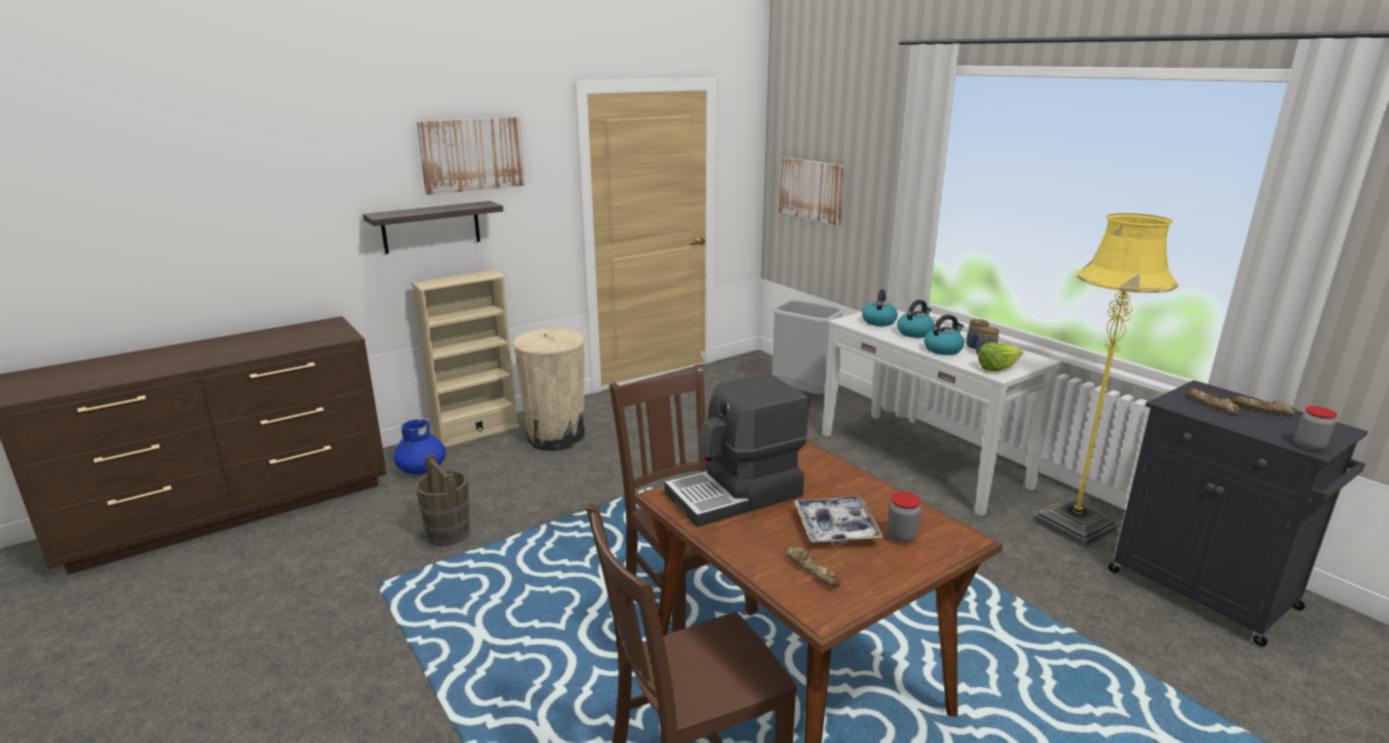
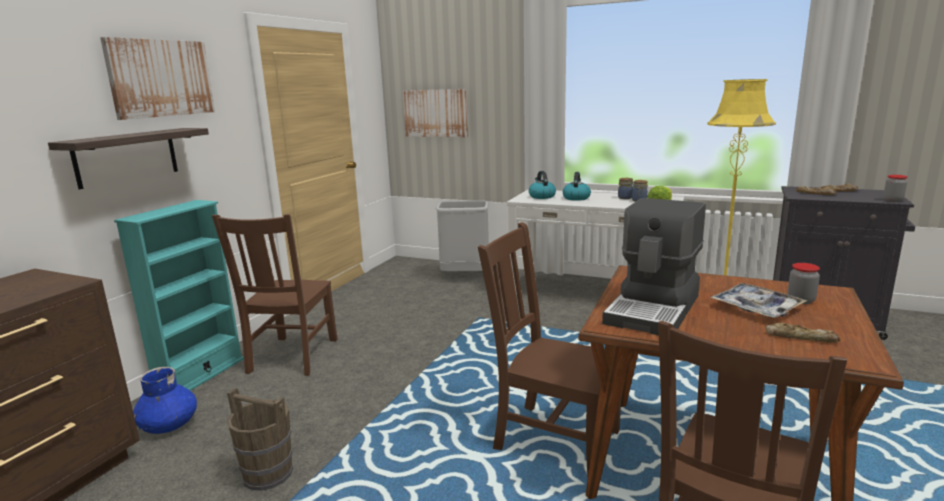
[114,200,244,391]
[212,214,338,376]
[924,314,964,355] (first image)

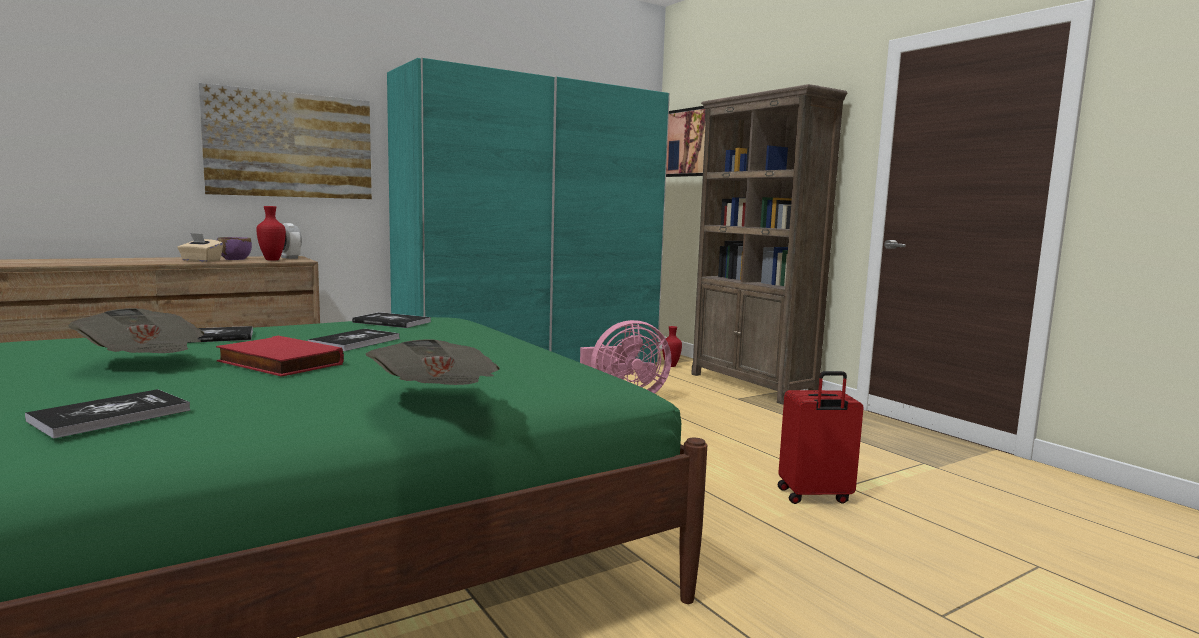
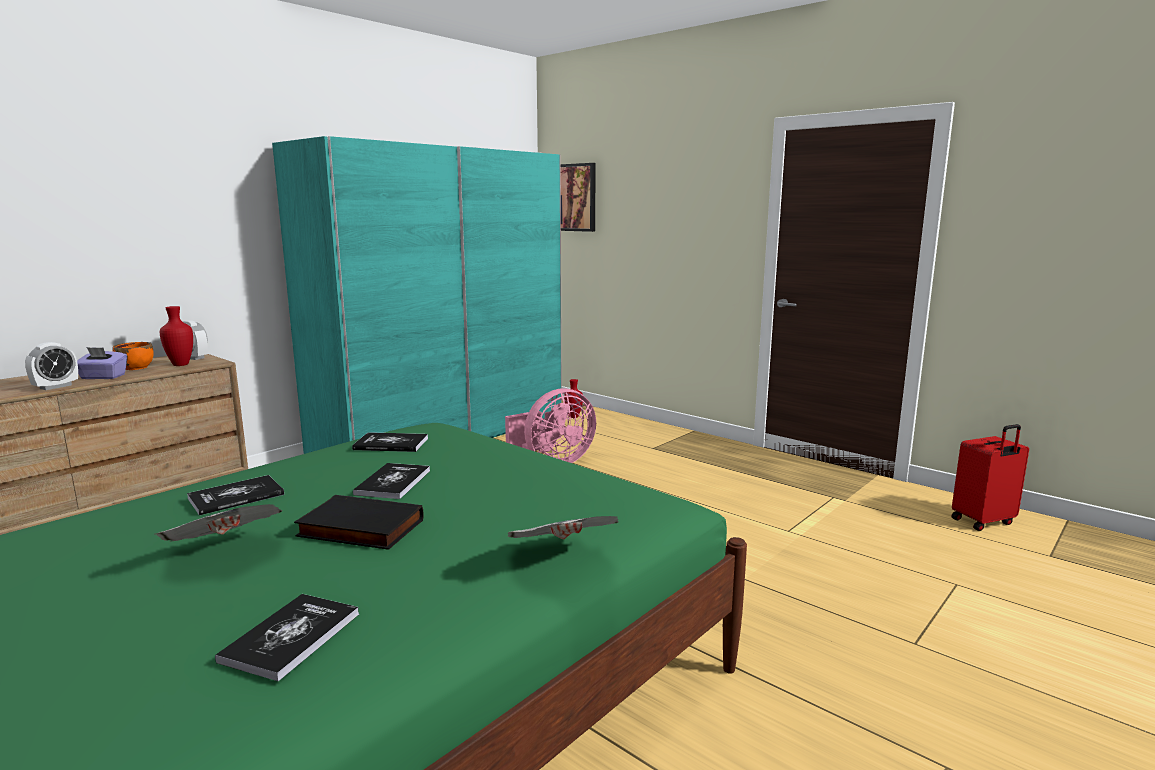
[77,347,127,379]
[199,83,372,199] (first image)
[294,495,424,550]
[112,342,154,370]
[691,84,848,405] (first image)
[951,424,1029,531]
[25,342,78,390]

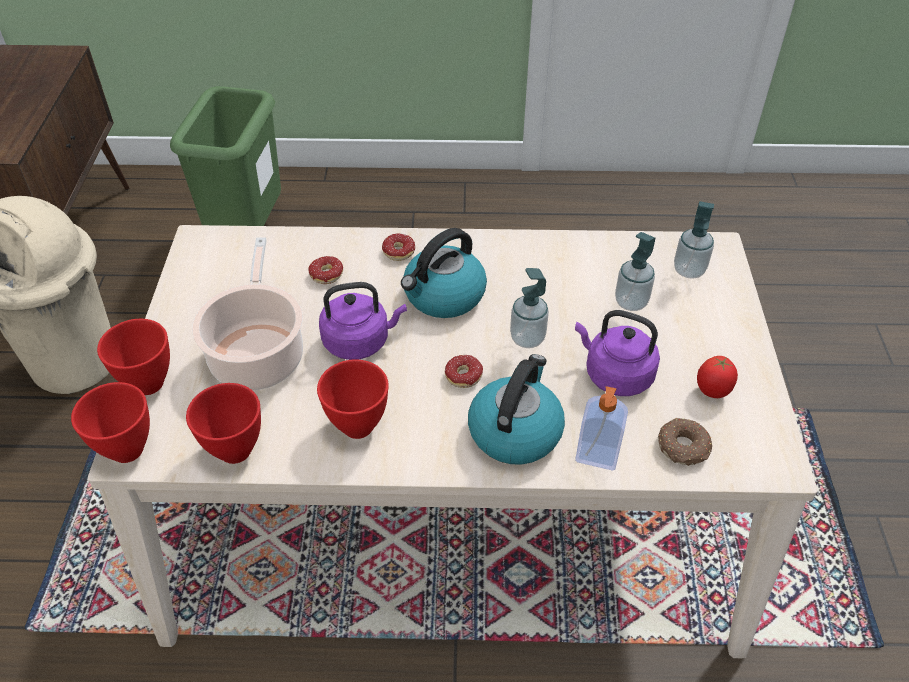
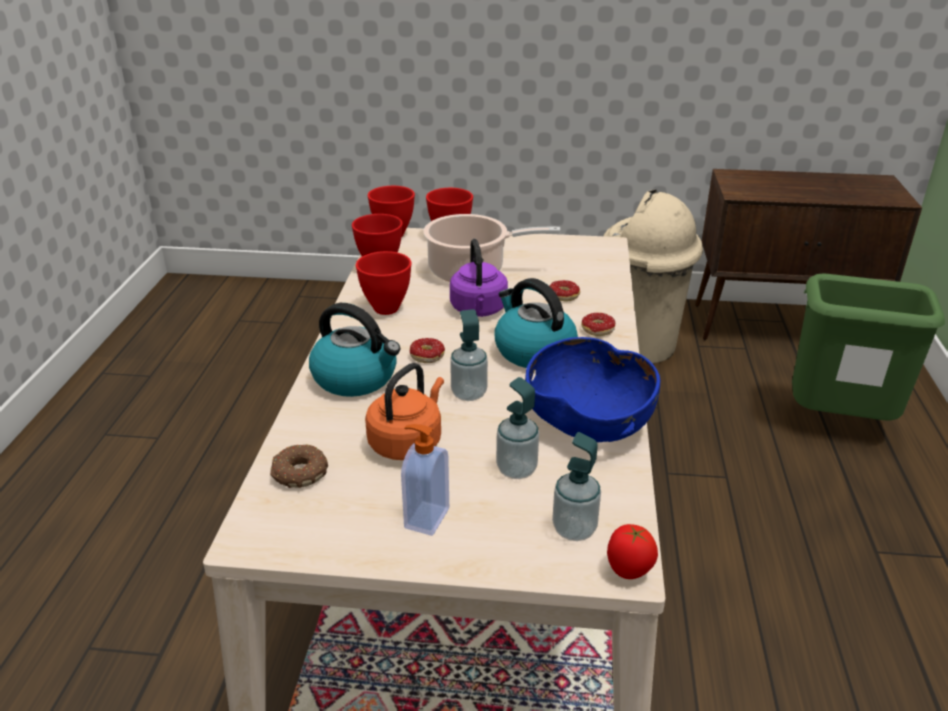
[365,363,444,460]
[401,424,449,536]
[607,524,658,579]
[525,337,660,442]

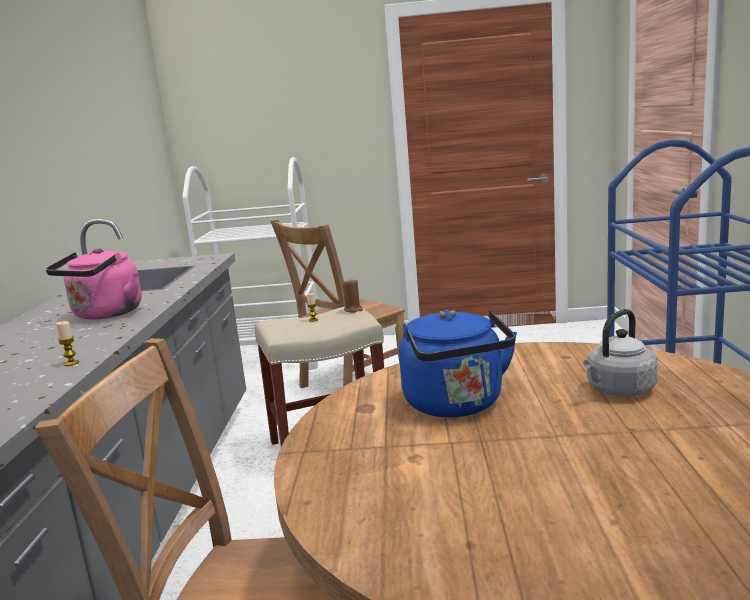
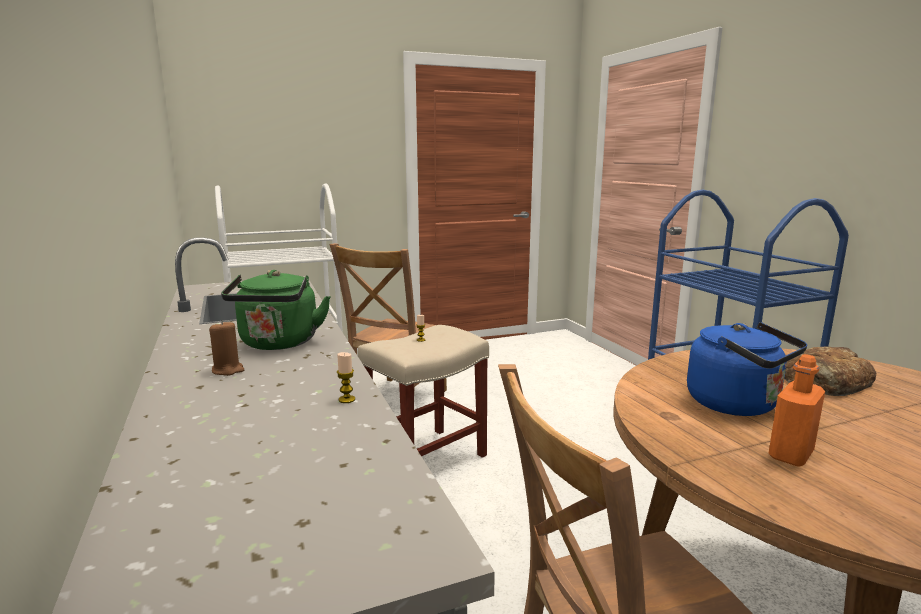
[221,270,331,350]
[209,320,244,376]
[784,346,876,396]
[768,354,825,467]

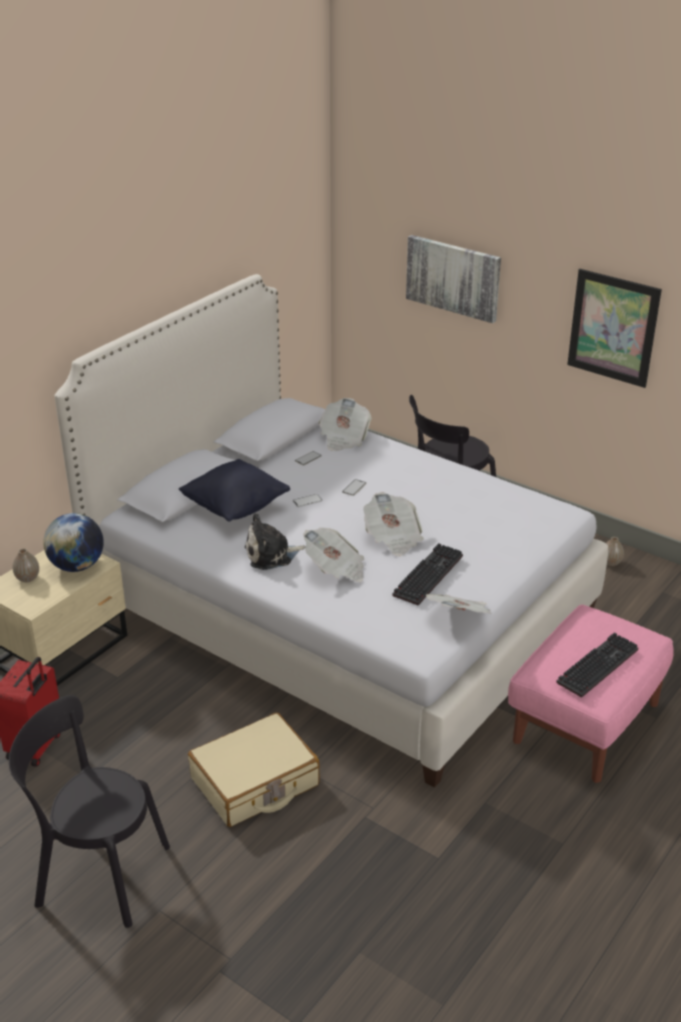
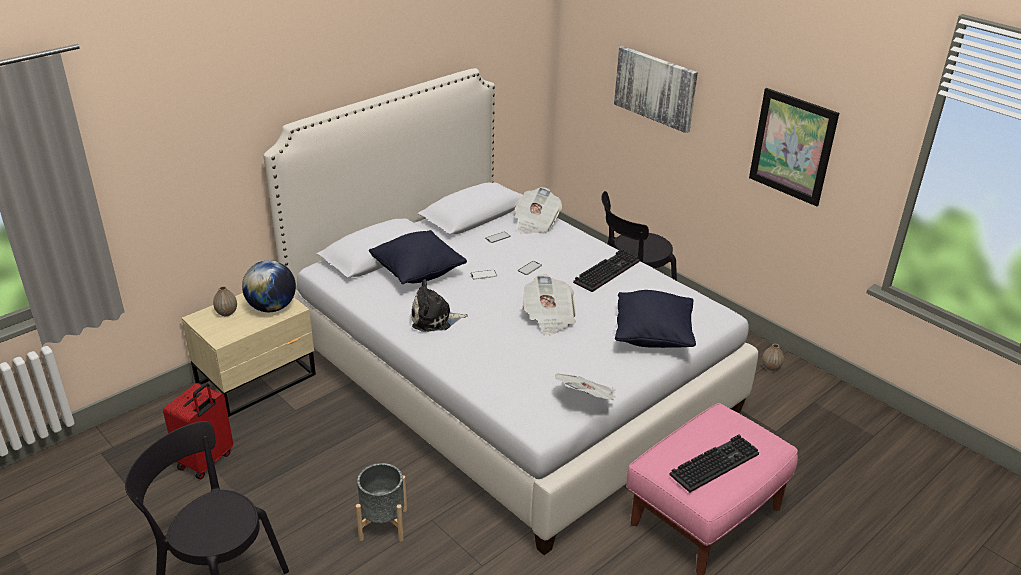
[356,463,407,541]
[303,528,364,582] (first image)
[573,249,640,292]
[615,290,696,348]

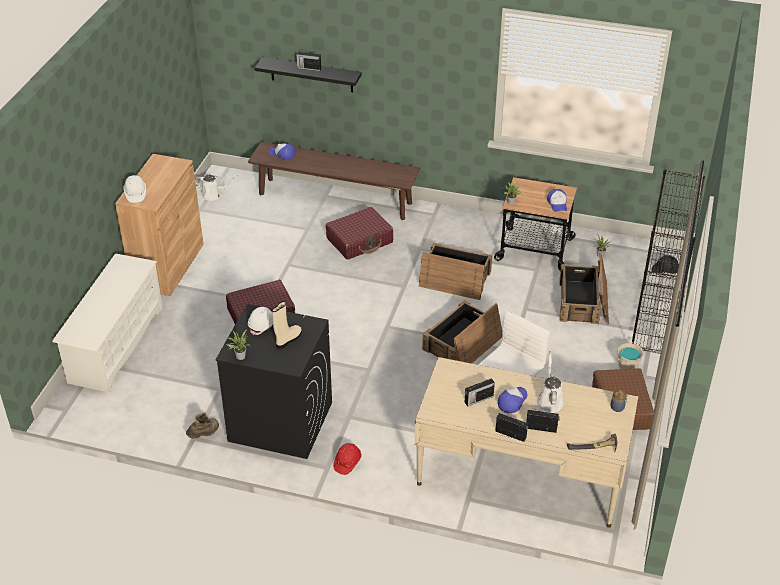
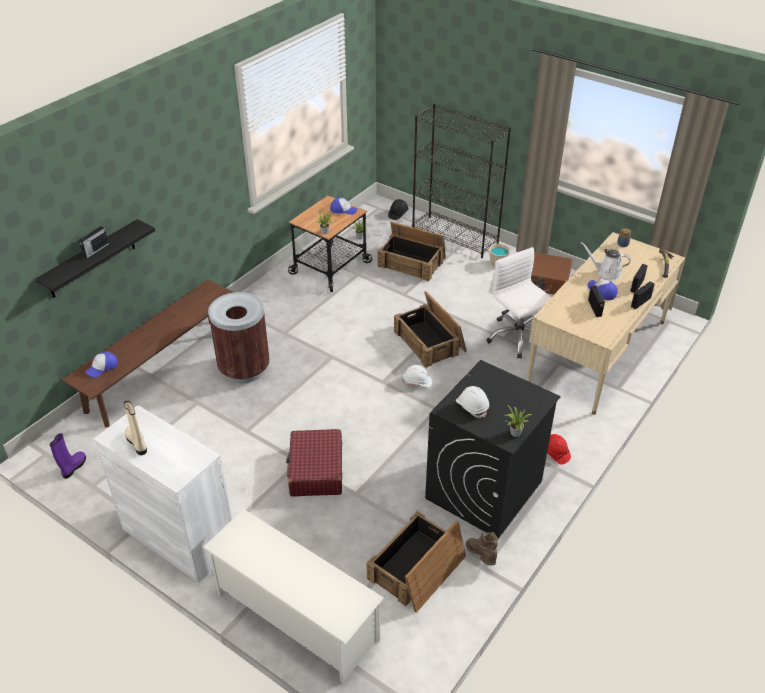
[94,405,232,583]
[403,365,432,387]
[50,433,86,479]
[124,401,147,455]
[208,292,270,383]
[366,511,466,613]

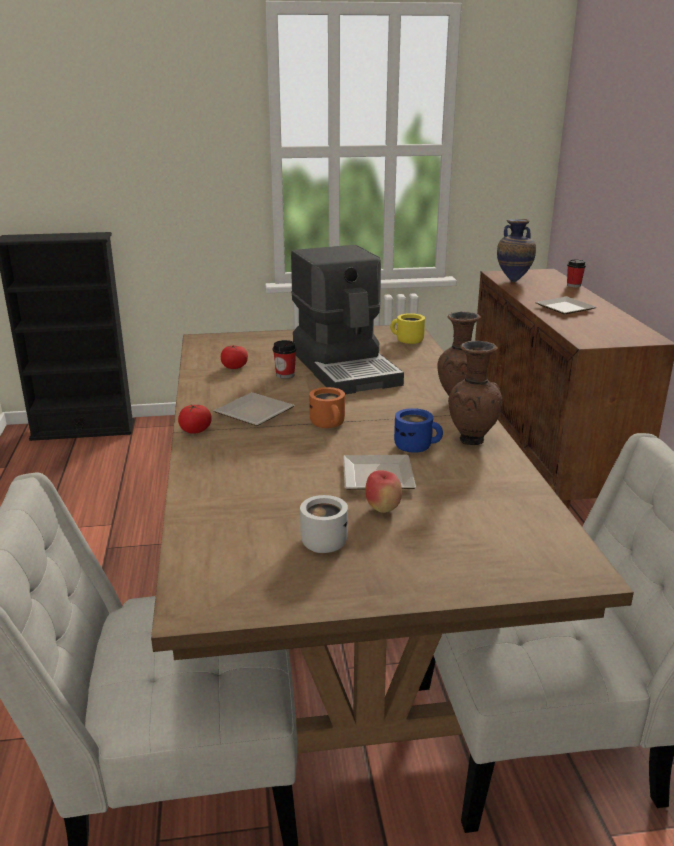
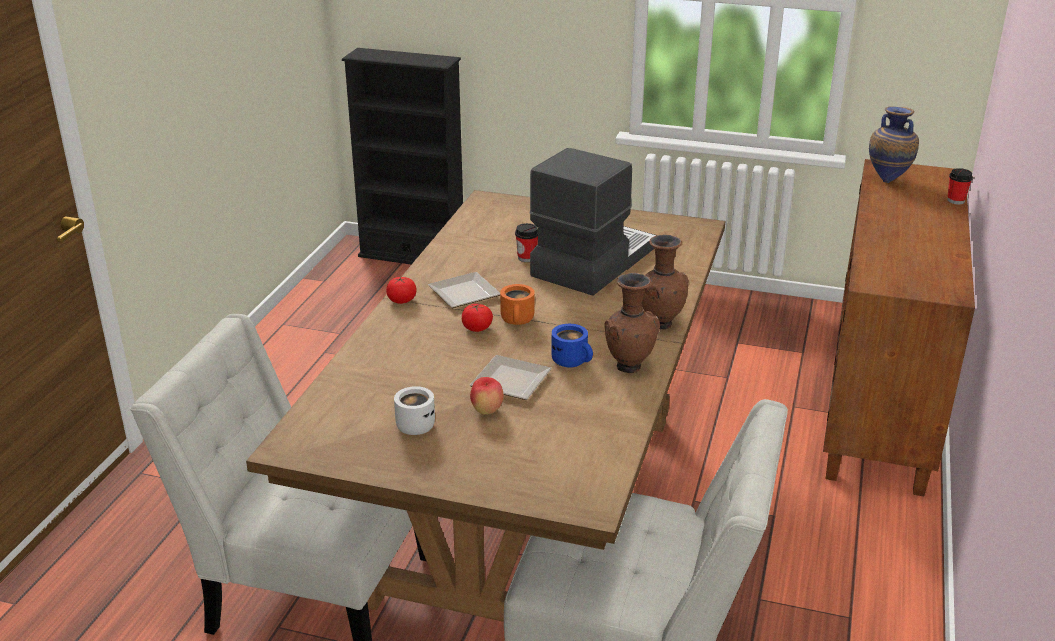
[462,304,493,332]
[529,148,657,296]
[390,313,425,344] (first image)
[535,297,596,314] (first image)

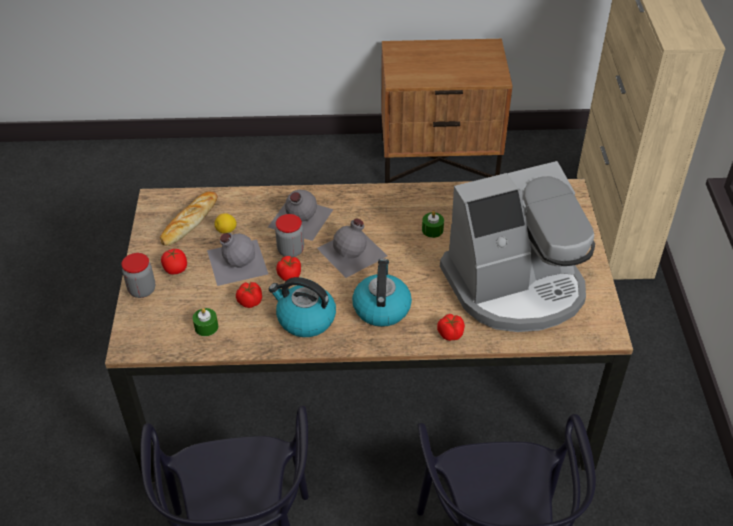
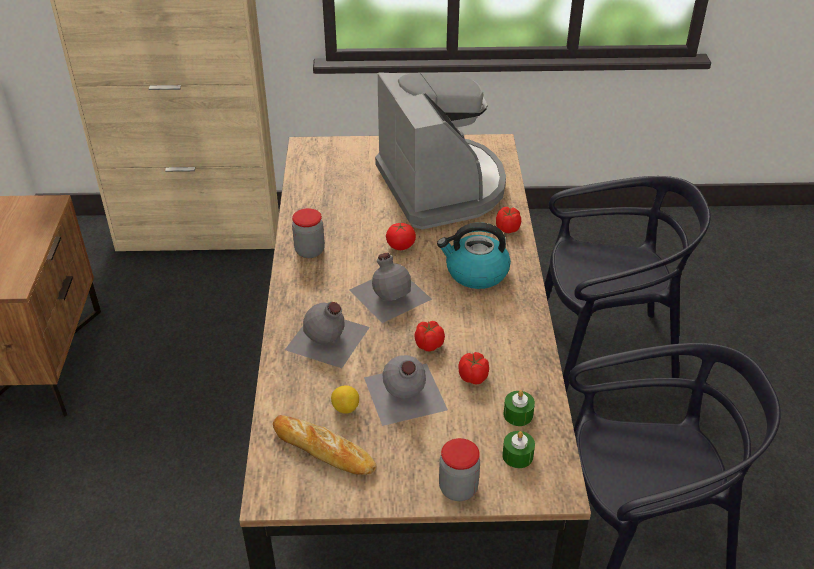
[386,223,416,250]
[269,277,336,337] (first image)
[292,208,325,258]
[502,431,535,468]

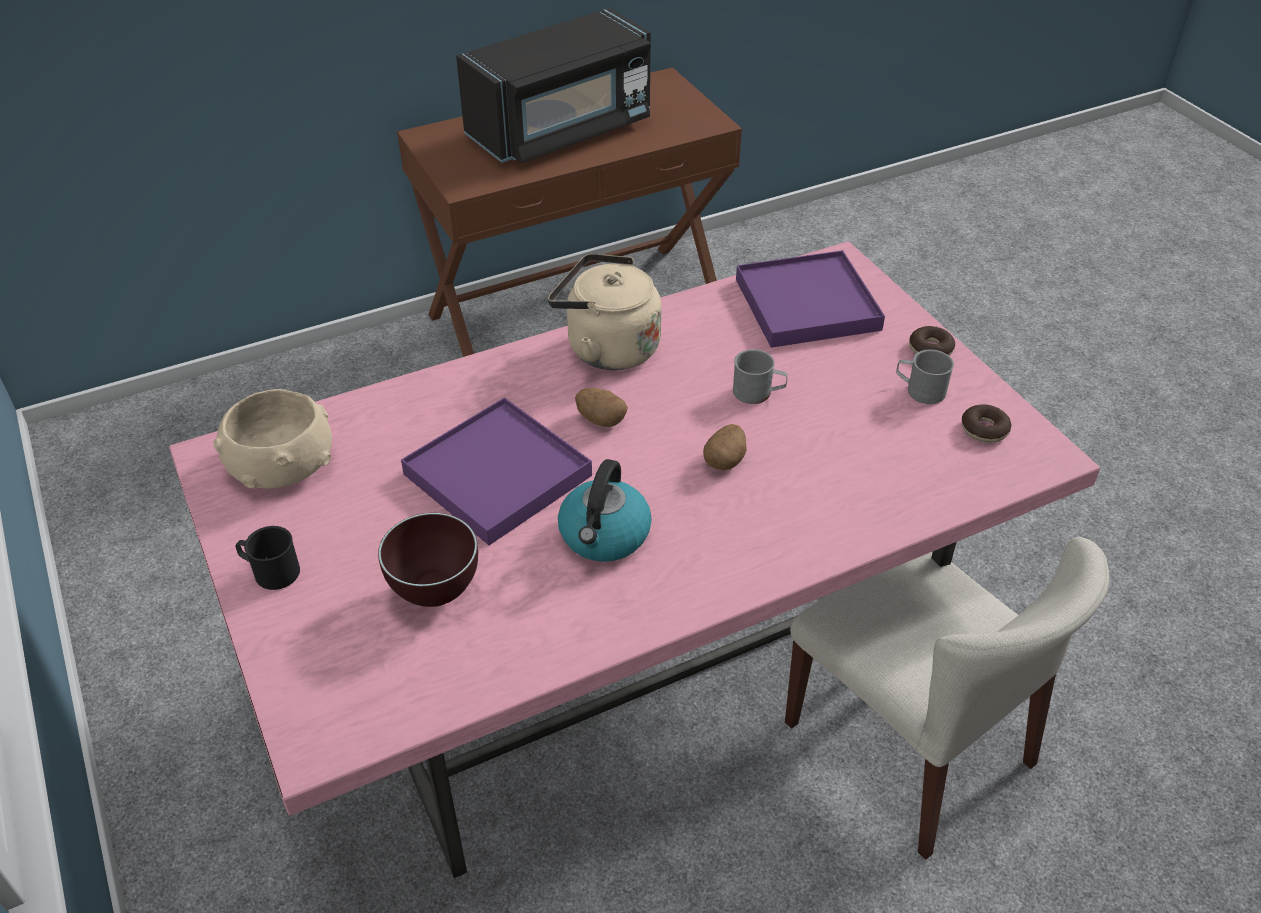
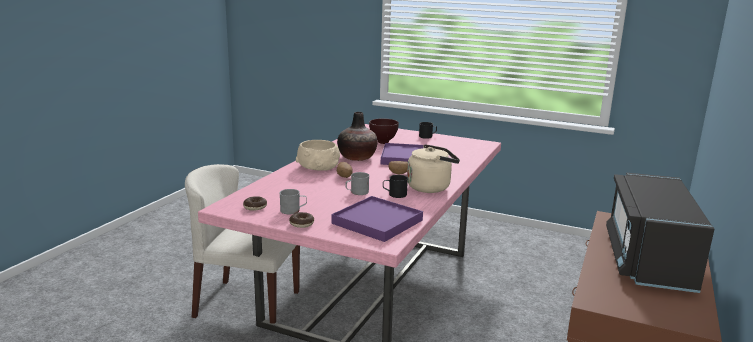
[296,140,340,171]
[337,112,377,161]
[383,175,408,198]

